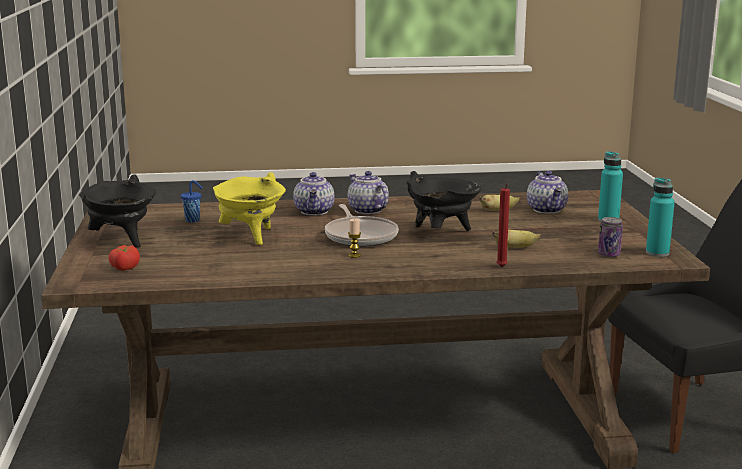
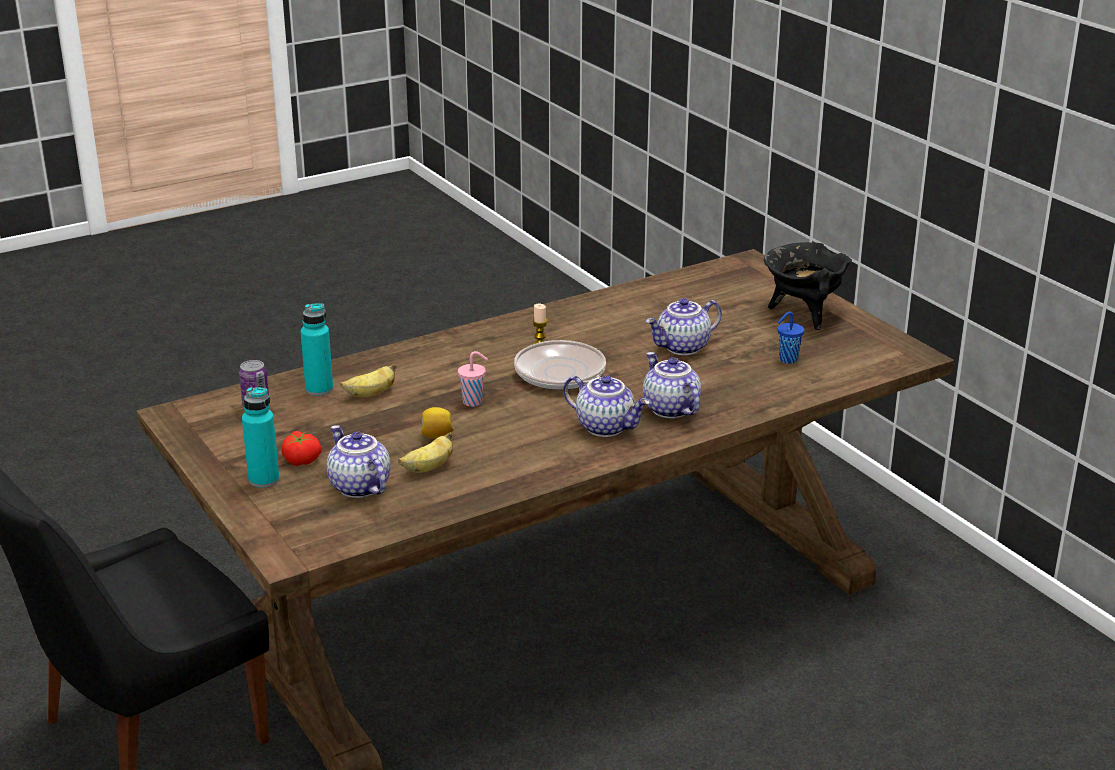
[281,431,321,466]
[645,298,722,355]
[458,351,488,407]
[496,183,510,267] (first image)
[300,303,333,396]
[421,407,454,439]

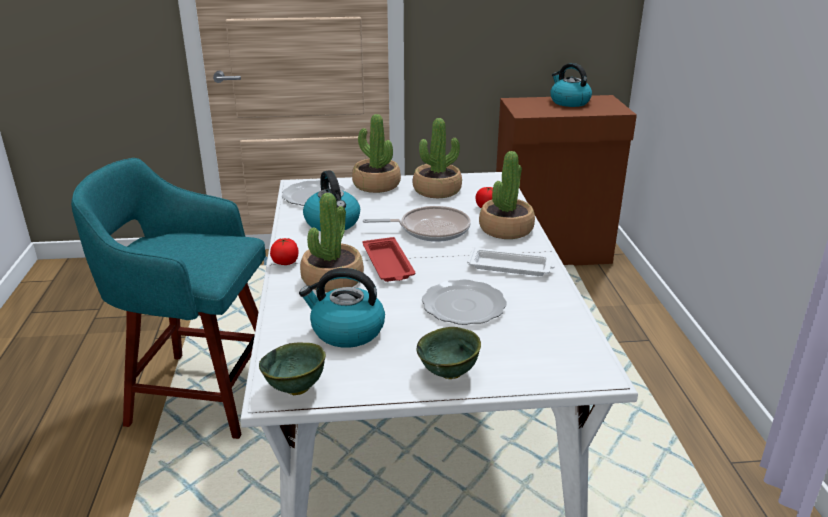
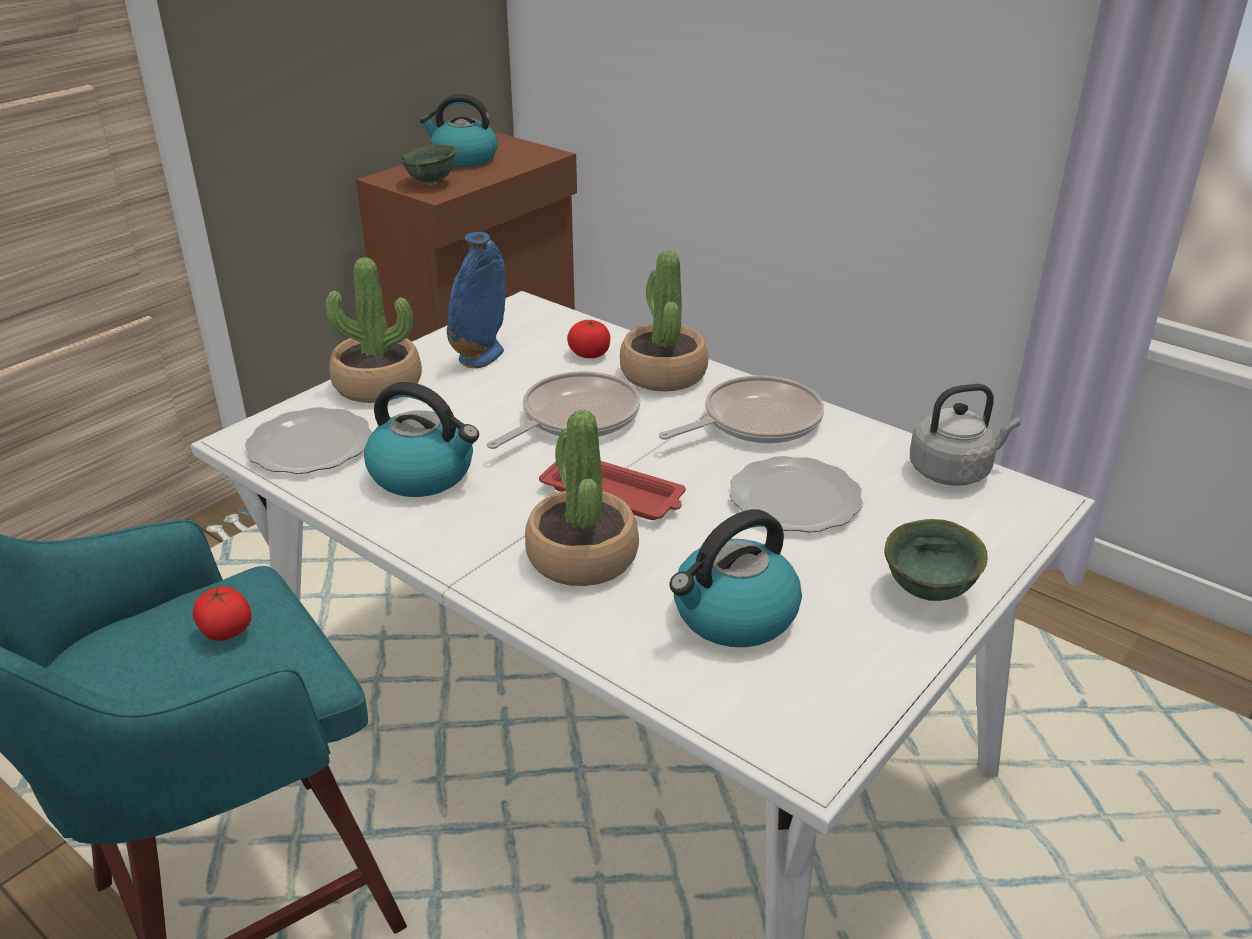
[401,144,456,186]
[193,586,252,641]
[447,232,506,368]
[659,375,824,444]
[910,384,1021,486]

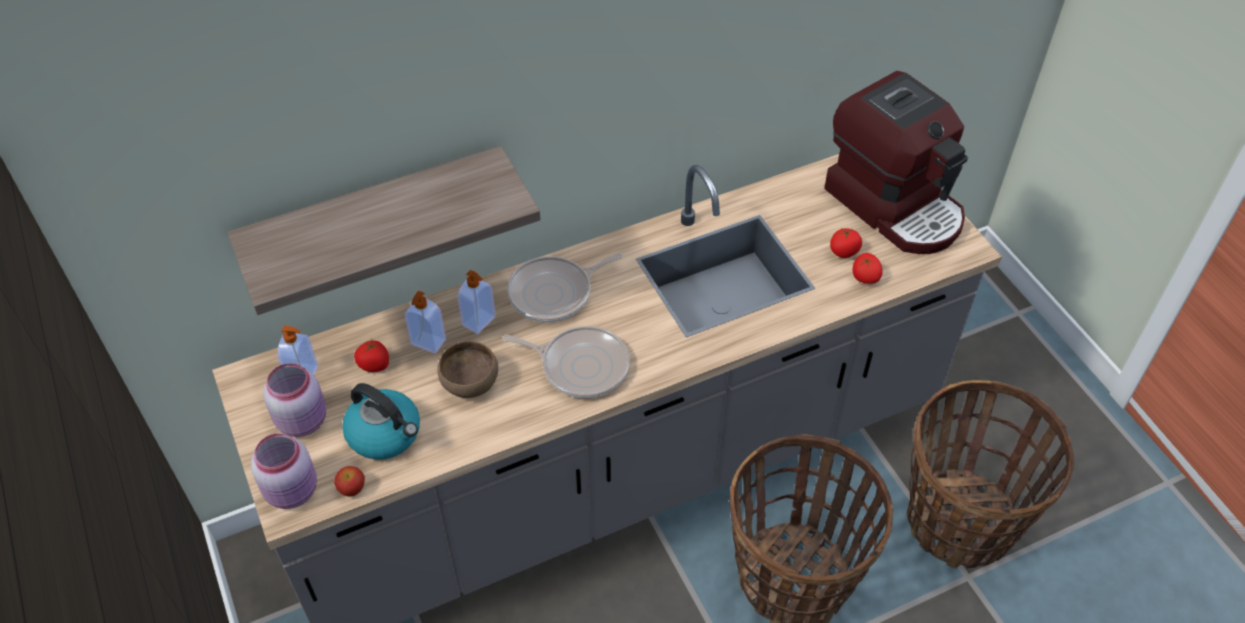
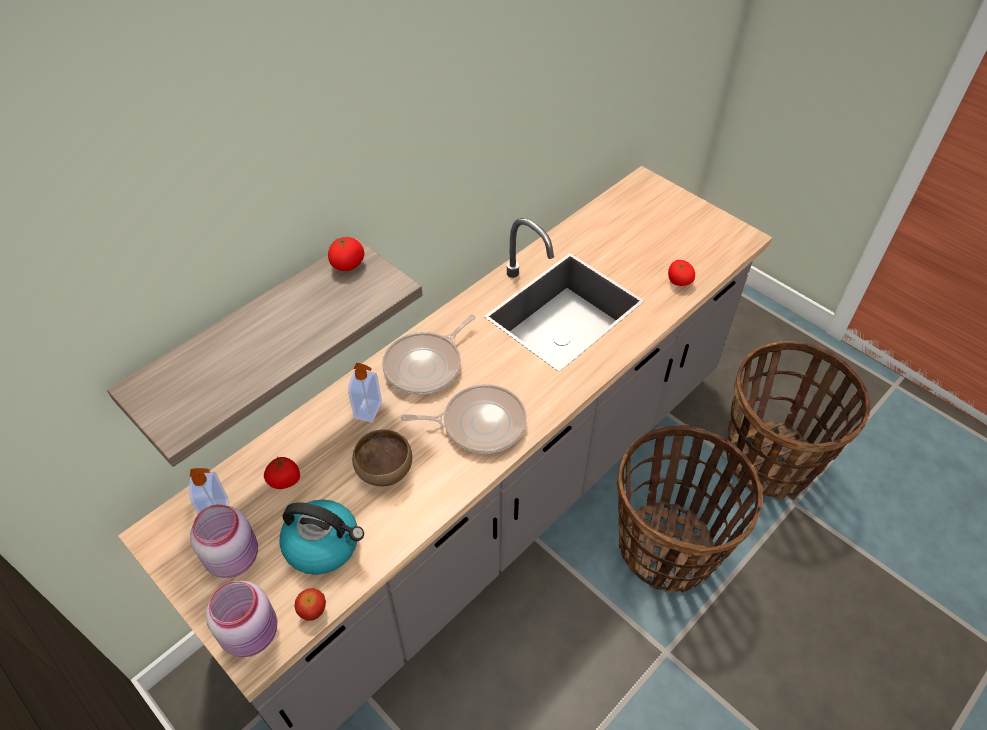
[405,291,446,354] (first image)
[824,71,968,254] (first image)
[328,237,364,271]

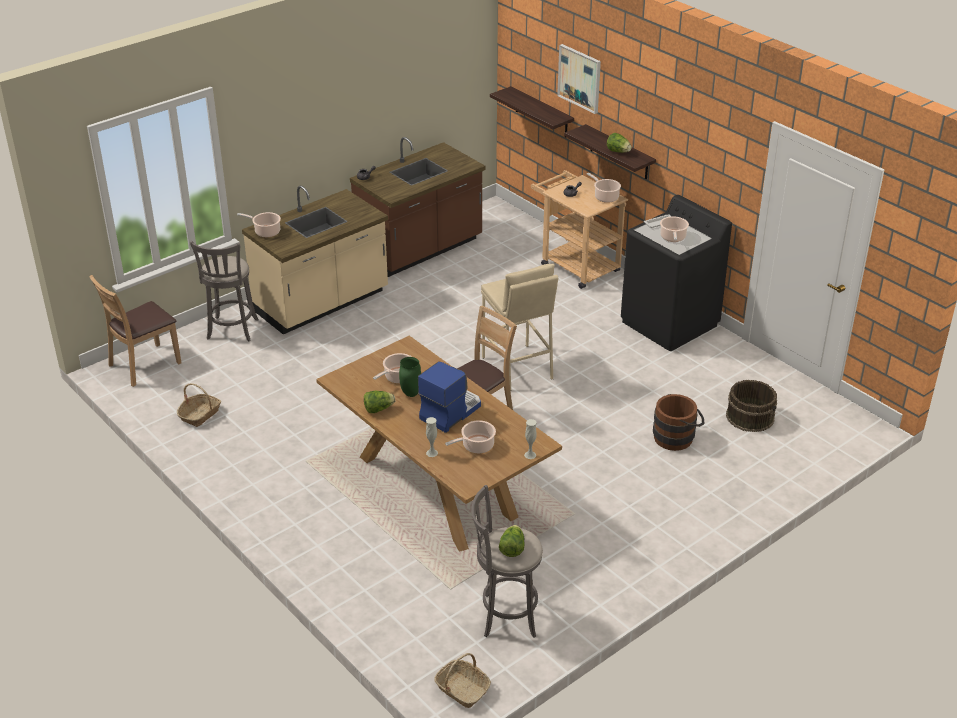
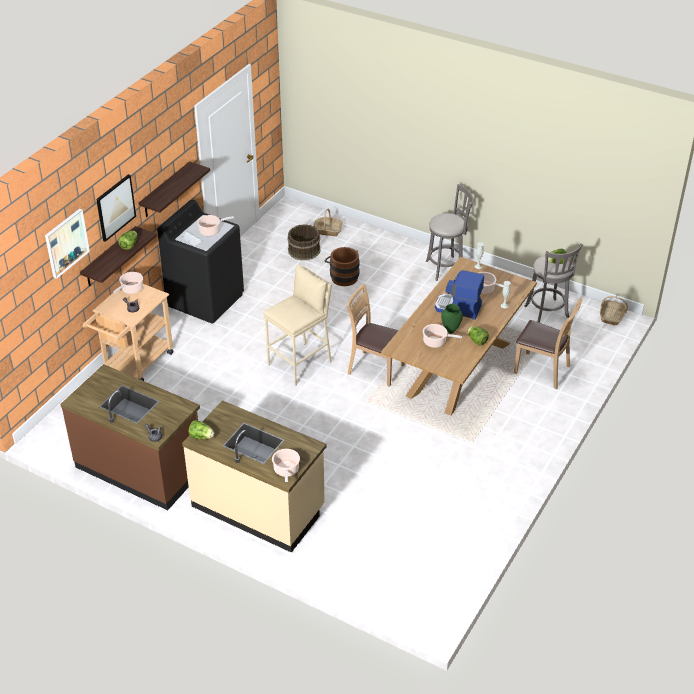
[514,298,582,389]
[313,209,343,236]
[425,184,473,281]
[139,161,210,217]
[96,174,136,242]
[189,420,215,439]

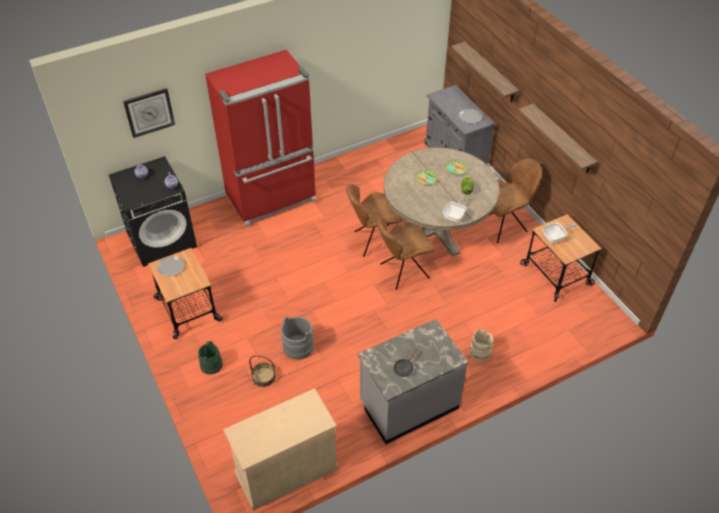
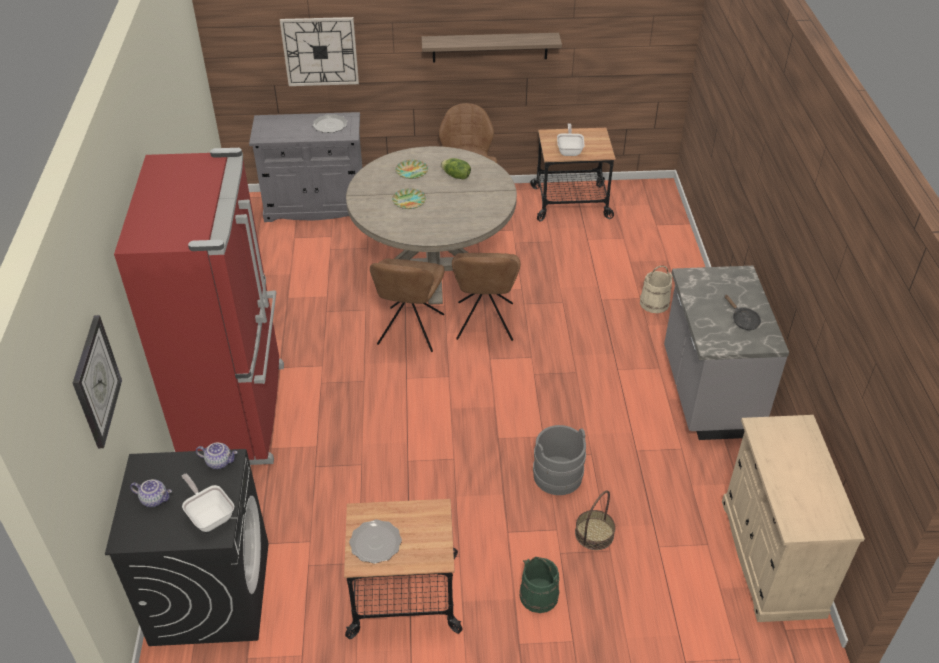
[181,474,234,532]
[280,17,359,86]

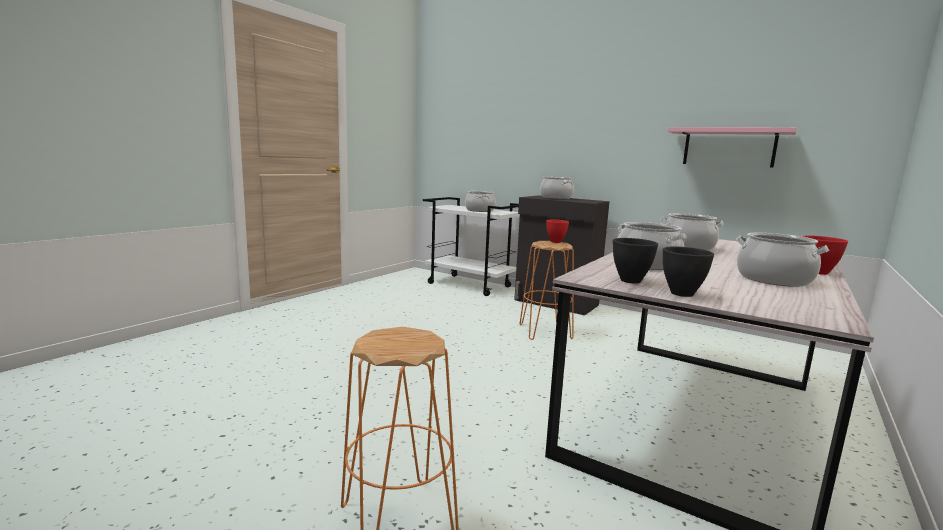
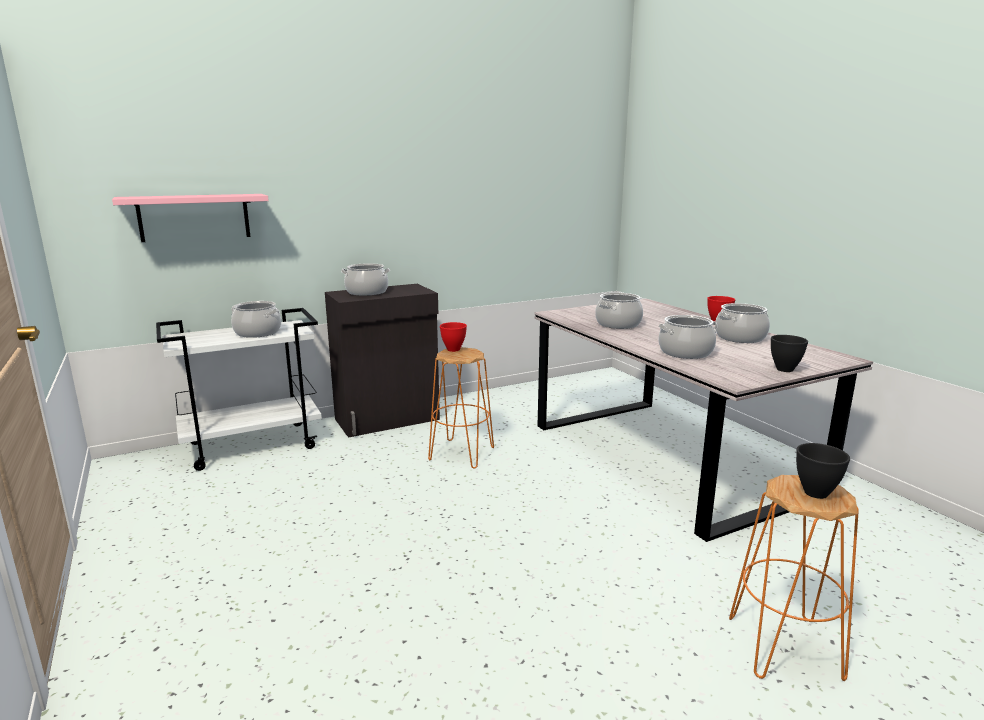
[796,443,850,499]
[112,194,269,242]

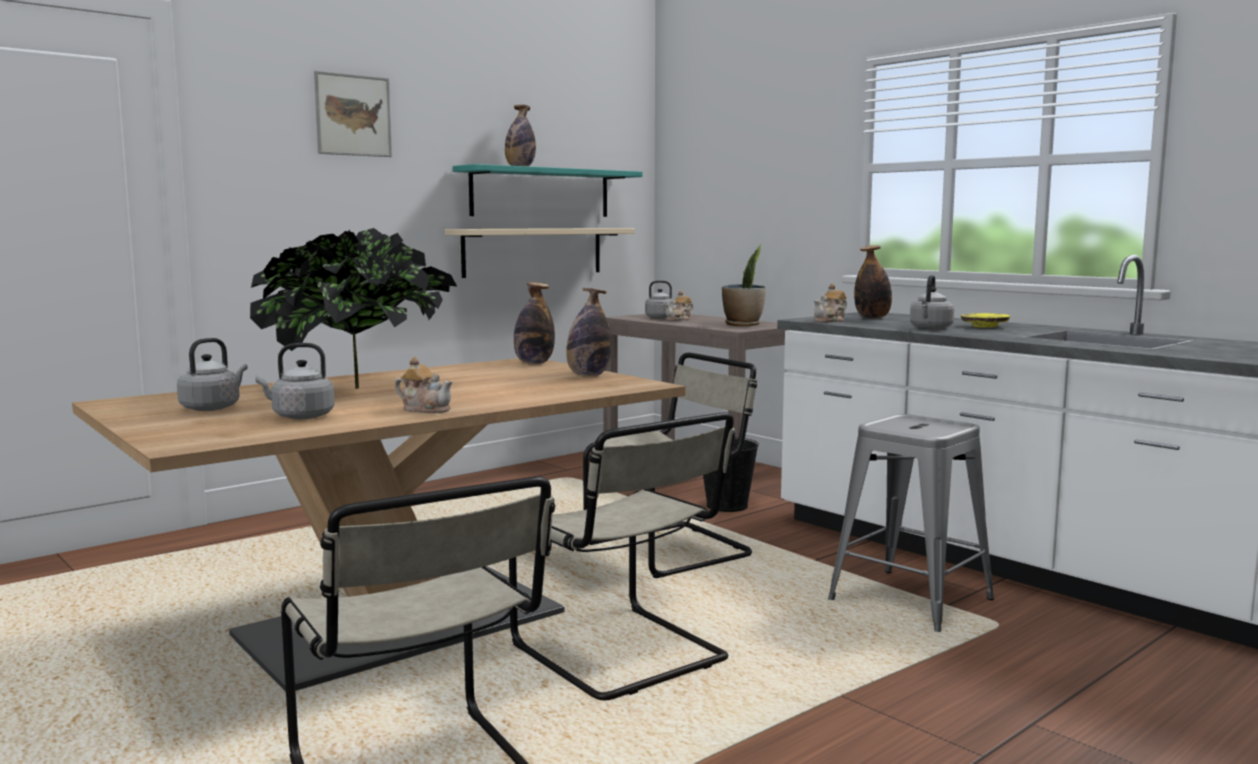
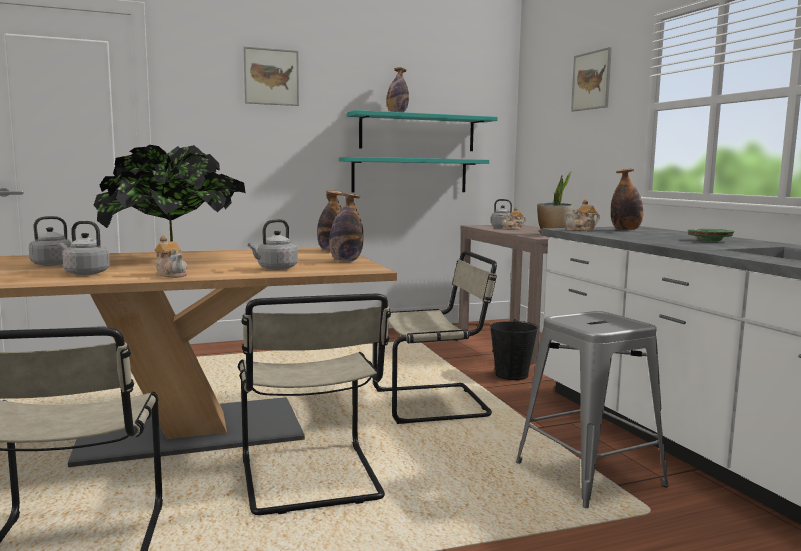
[339,157,489,192]
[248,219,298,270]
[688,229,735,241]
[571,47,612,112]

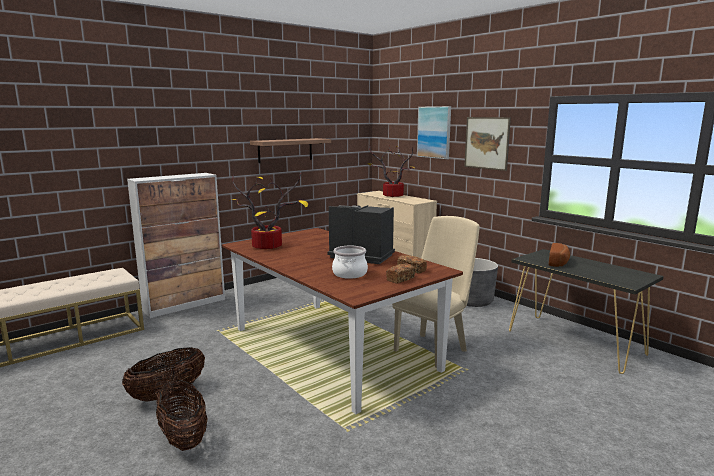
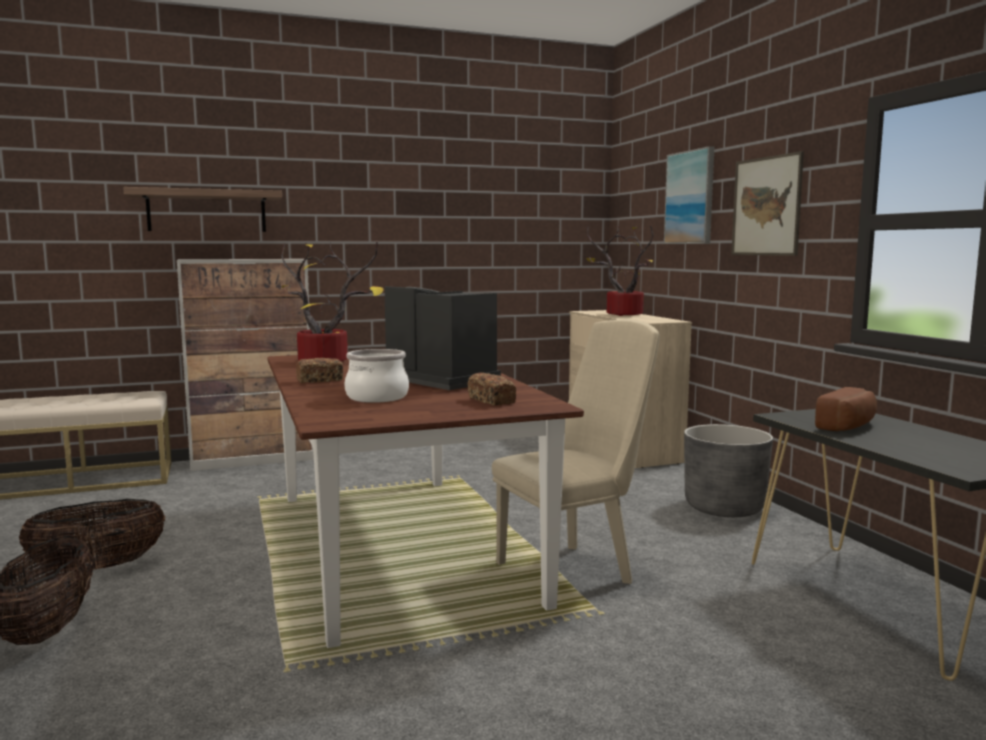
[123,187,282,232]
[296,358,343,383]

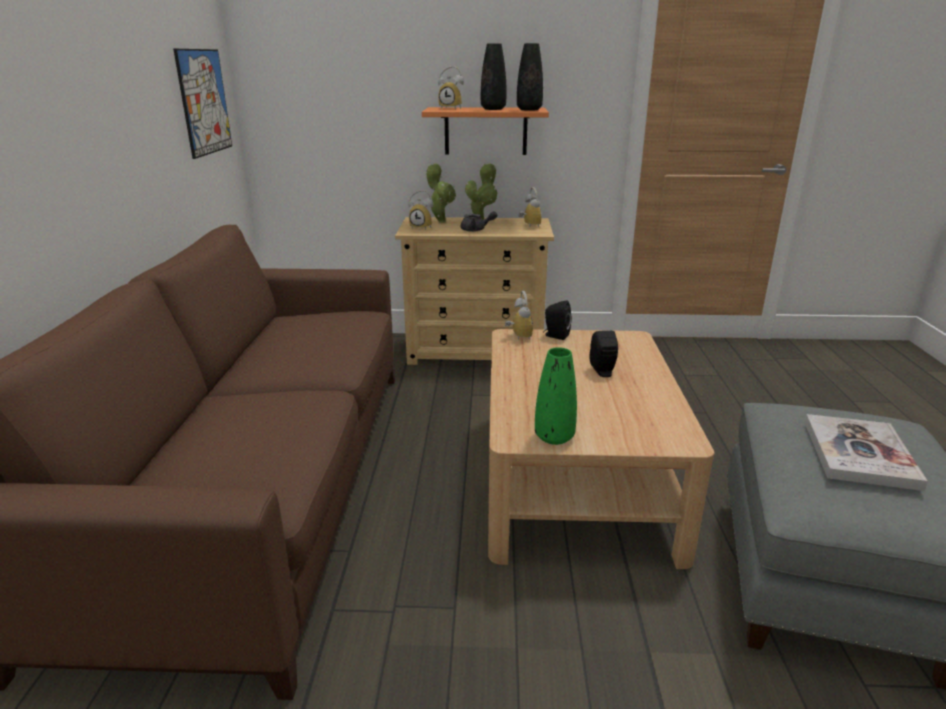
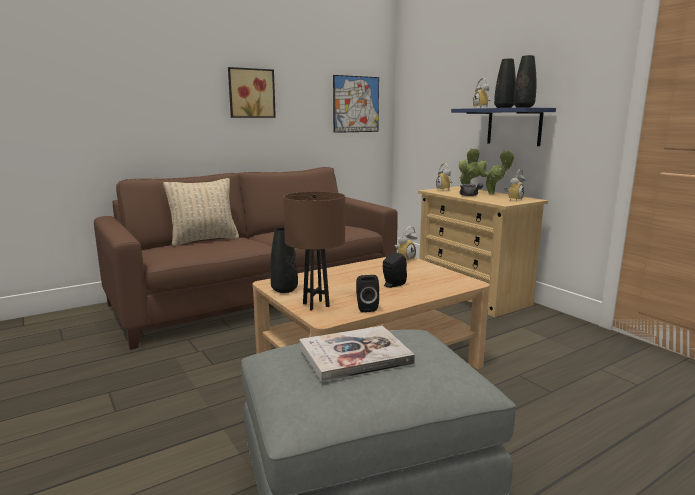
[451,107,556,146]
[270,227,298,293]
[356,275,379,312]
[163,178,239,246]
[228,67,276,118]
[283,191,345,311]

